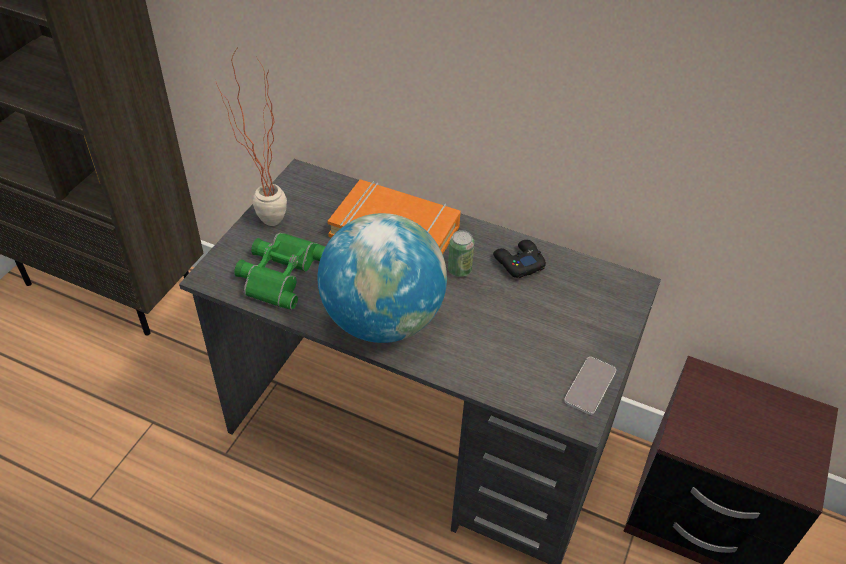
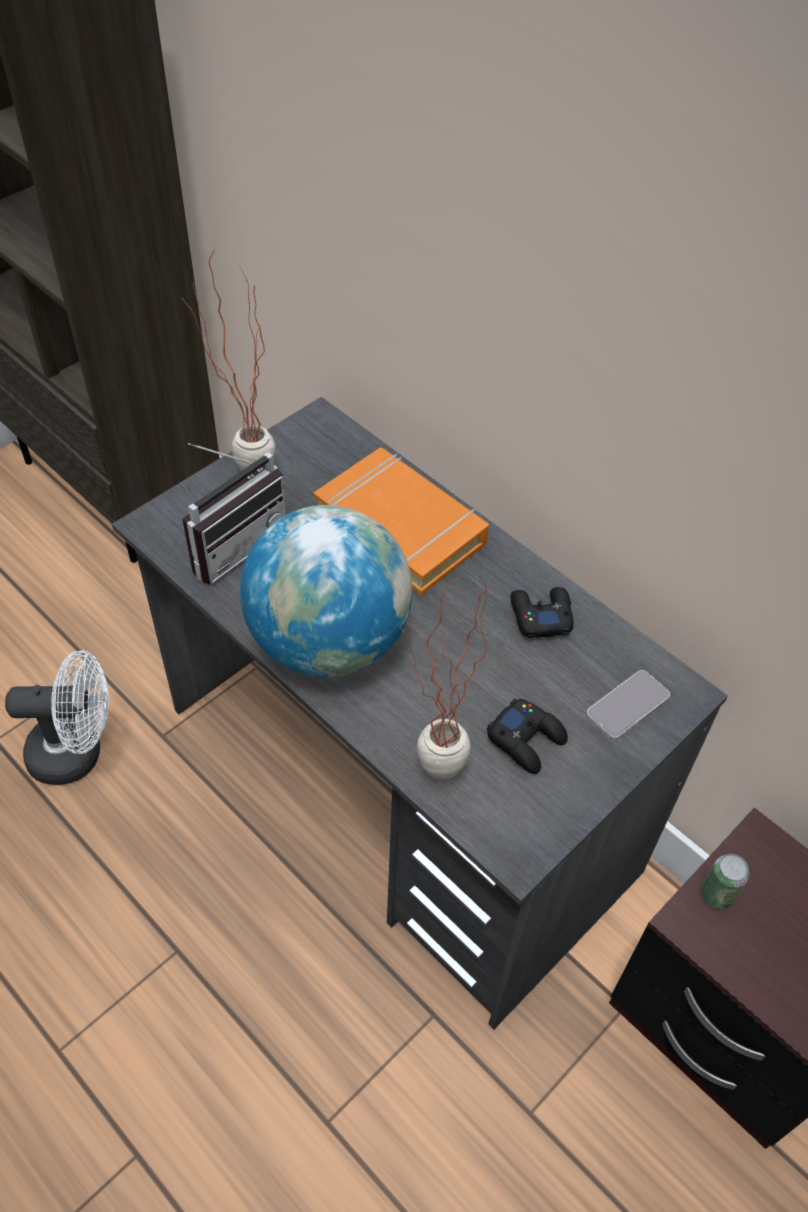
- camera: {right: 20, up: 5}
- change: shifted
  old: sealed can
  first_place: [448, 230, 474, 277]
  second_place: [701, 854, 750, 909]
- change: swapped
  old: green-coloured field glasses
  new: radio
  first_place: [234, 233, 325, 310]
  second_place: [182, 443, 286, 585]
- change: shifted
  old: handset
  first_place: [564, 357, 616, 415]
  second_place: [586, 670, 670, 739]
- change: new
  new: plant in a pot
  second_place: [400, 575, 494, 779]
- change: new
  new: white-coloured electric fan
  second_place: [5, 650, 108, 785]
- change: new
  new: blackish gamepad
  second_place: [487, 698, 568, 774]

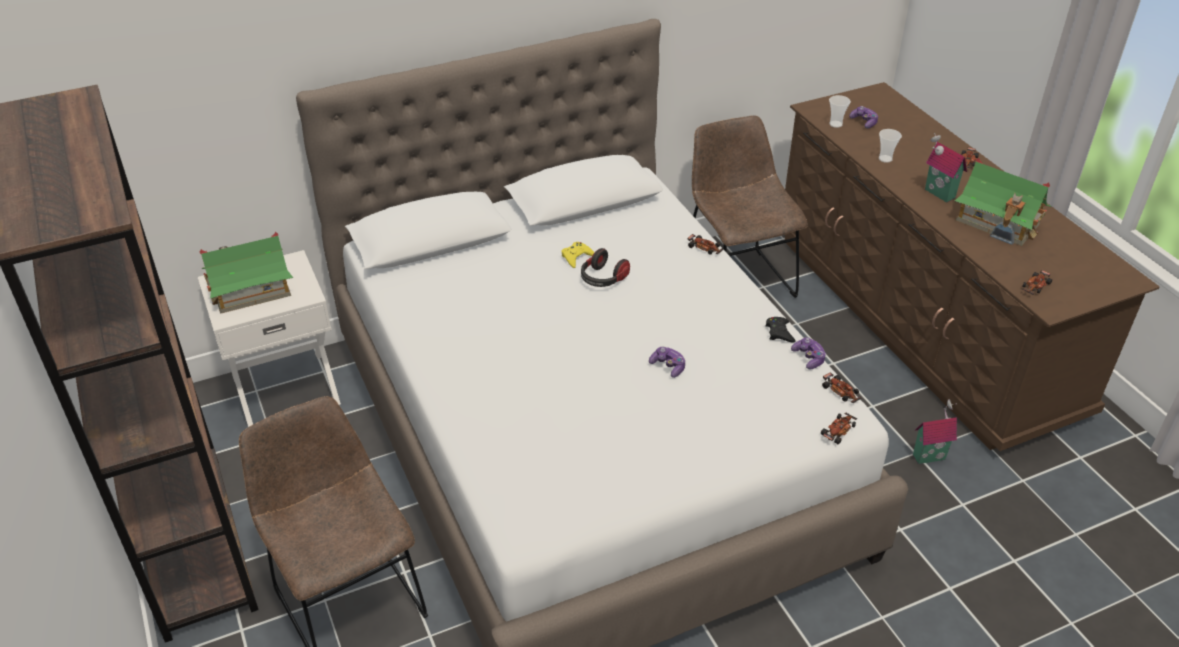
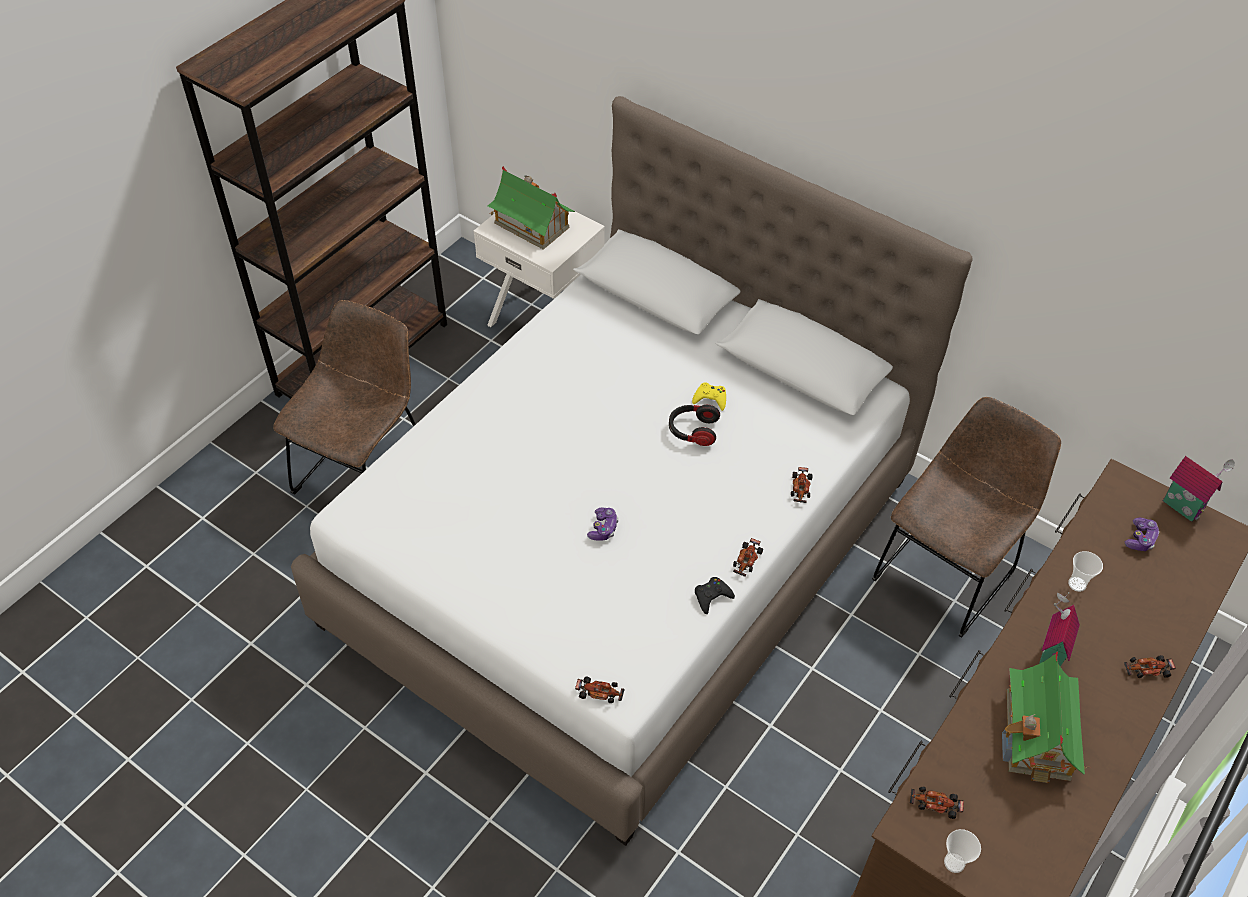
- camera: {right: 60, up: 10}
- change: shifted
  old: drinking cup
  first_place: [829, 95, 851, 128]
  second_place: [944, 829, 981, 873]
- change: gone
  old: gamepad
  first_place: [791, 337, 826, 369]
- change: shifted
  old: toy car
  first_place: [822, 372, 862, 403]
  second_place: [733, 538, 763, 577]
- change: shifted
  old: toy house
  first_place: [913, 399, 957, 464]
  second_place: [1163, 456, 1235, 522]

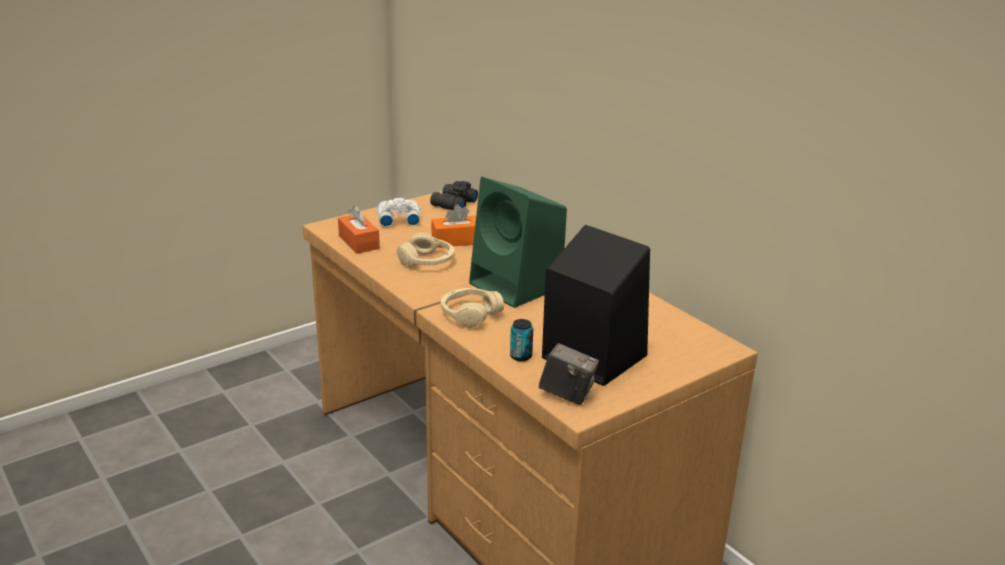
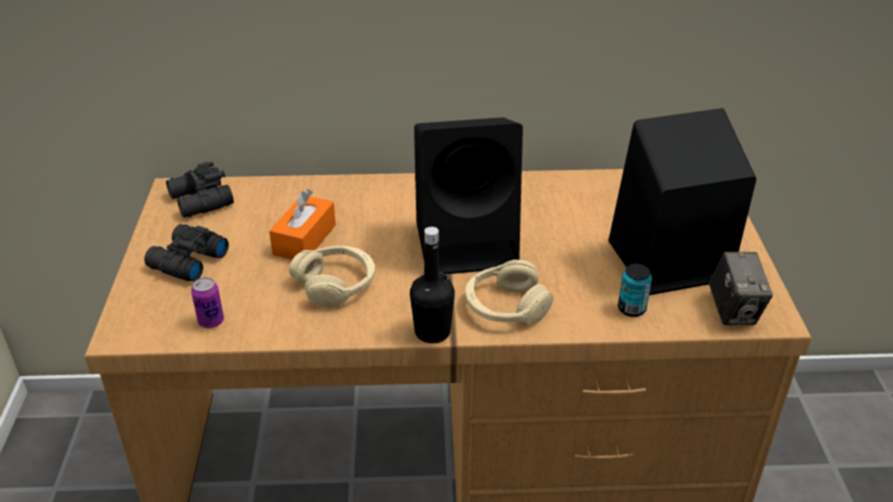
- camera: {right: -55, up: 10}
- change: repainted
  old: green-coloured speaker
  new: blackish speaker
  first_place: [469, 177, 567, 308]
  second_place: [414, 117, 523, 274]
- change: repainted
  old: white-coloured field glasses
  new: blackish field glasses
  first_place: [375, 198, 422, 227]
  second_place: [144, 224, 229, 282]
- change: swapped
  old: orange-coloured box of tissues
  new: sealed can
  first_place: [338, 205, 380, 254]
  second_place: [191, 277, 224, 328]
- change: rotated
  old: still camera
  first_place: [539, 343, 599, 405]
  second_place: [708, 252, 773, 325]
  degrees: 120
- change: new
  new: blackish drink bottle
  second_place: [410, 227, 455, 343]

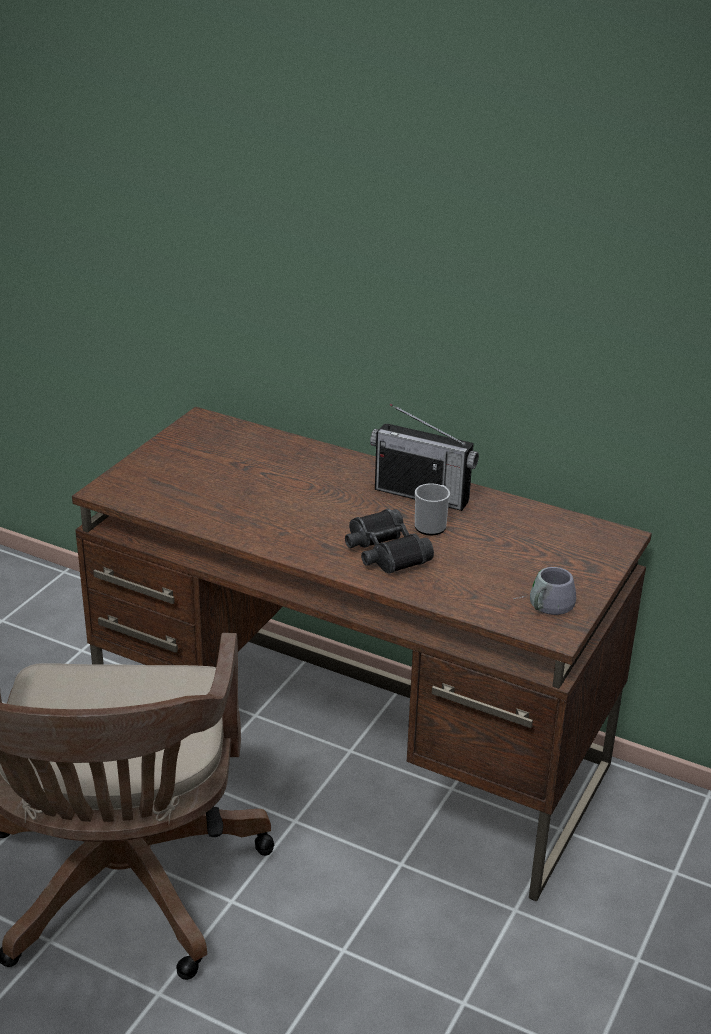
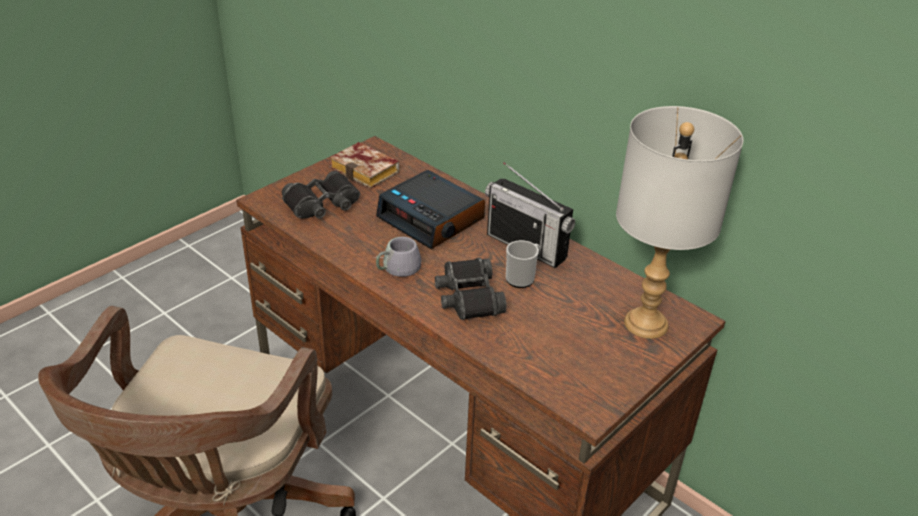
- camera: {right: 15, up: 5}
- change: shifted
  old: greyish tea mug
  first_place: [513, 567, 576, 615]
  second_place: [374, 237, 421, 277]
- change: new
  new: greyish table lamp
  second_place: [616, 106, 743, 339]
- change: new
  new: book
  second_place: [330, 142, 399, 188]
- change: new
  new: table clock
  second_place: [376, 170, 485, 249]
- change: new
  new: blackish field glasses
  second_place: [282, 171, 360, 219]

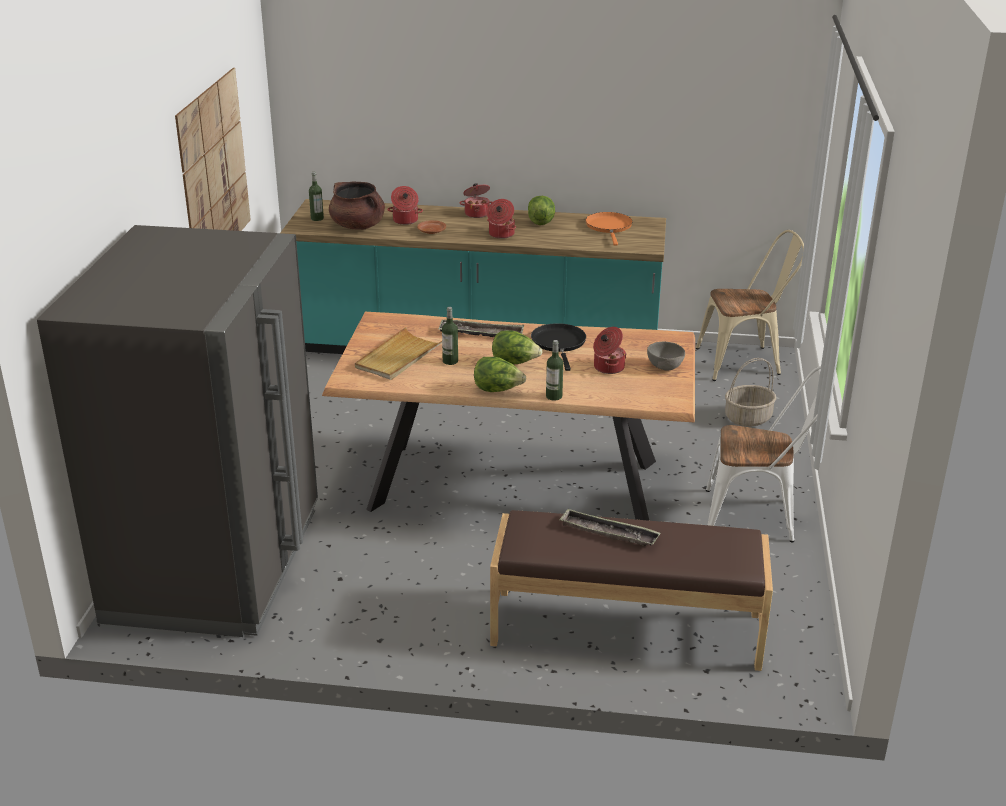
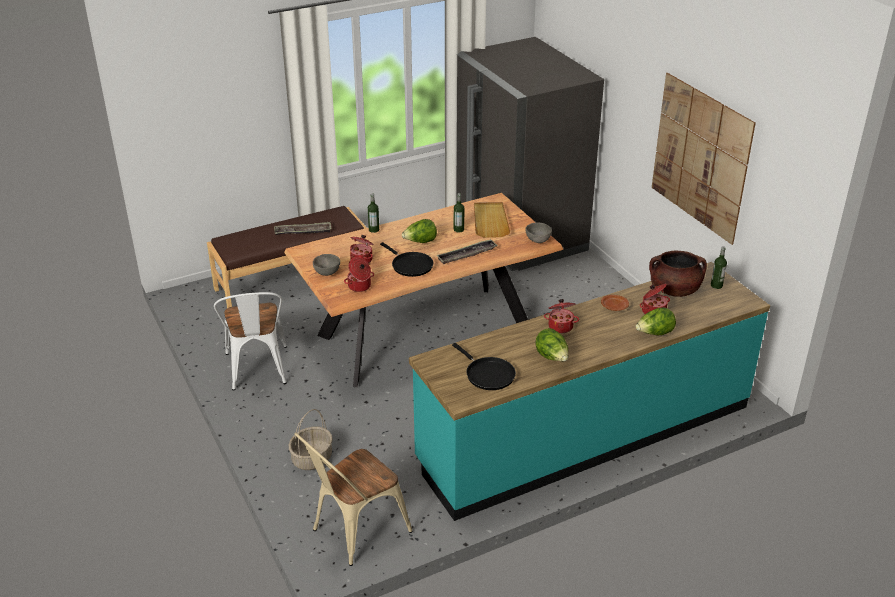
- camera: {right: 145, up: 5}
- change: shifted
  old: stockpot
  first_place: [460, 183, 492, 218]
  second_place: [344, 257, 374, 292]
- change: repainted
  old: orange-coloured skillet
  new: blackish skillet
  first_place: [585, 212, 633, 246]
  second_place: [452, 343, 516, 390]
- change: shifted
  old: lettuce head
  first_place: [474, 357, 526, 392]
  second_place: [636, 308, 676, 335]
- change: rotated
  old: white-coloured upright chair
  first_place: [706, 366, 821, 542]
  second_place: [214, 292, 287, 391]
  degrees: -75
- change: new
  new: greyish bowl
  second_place: [526, 222, 552, 243]

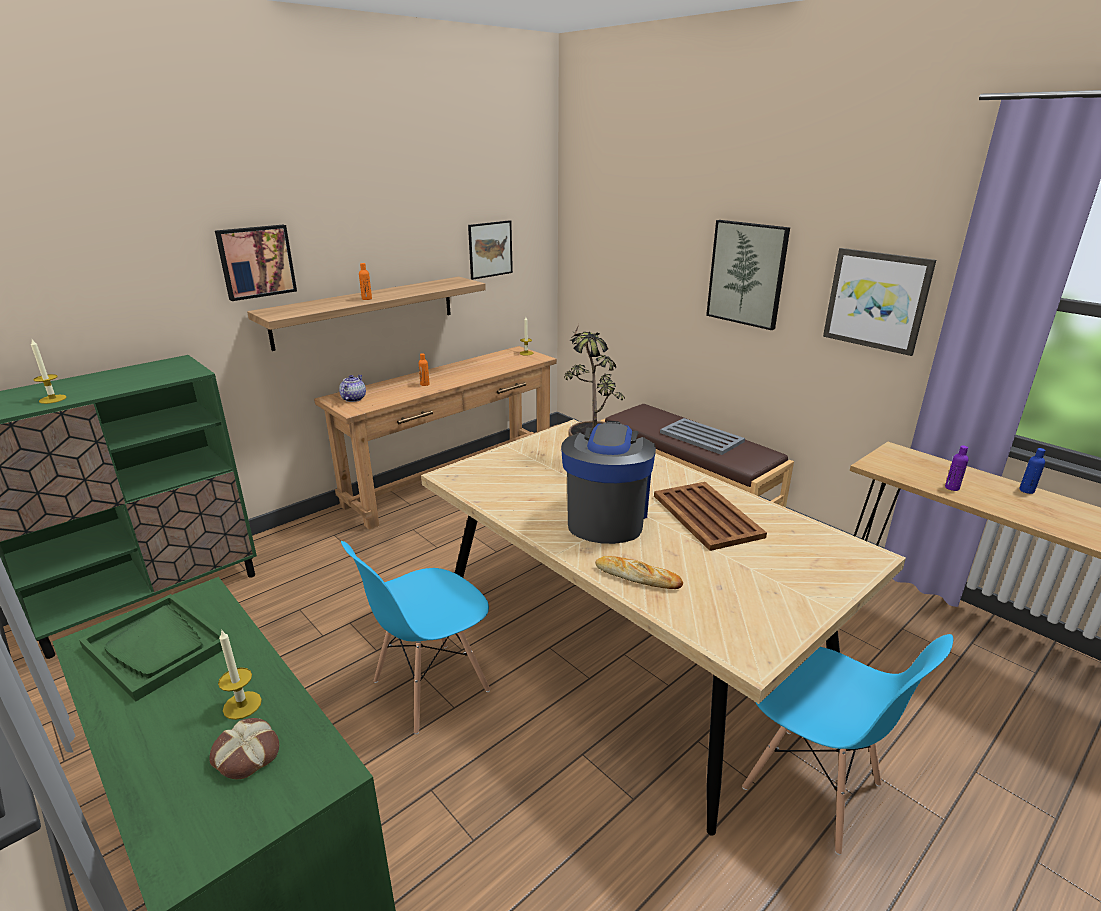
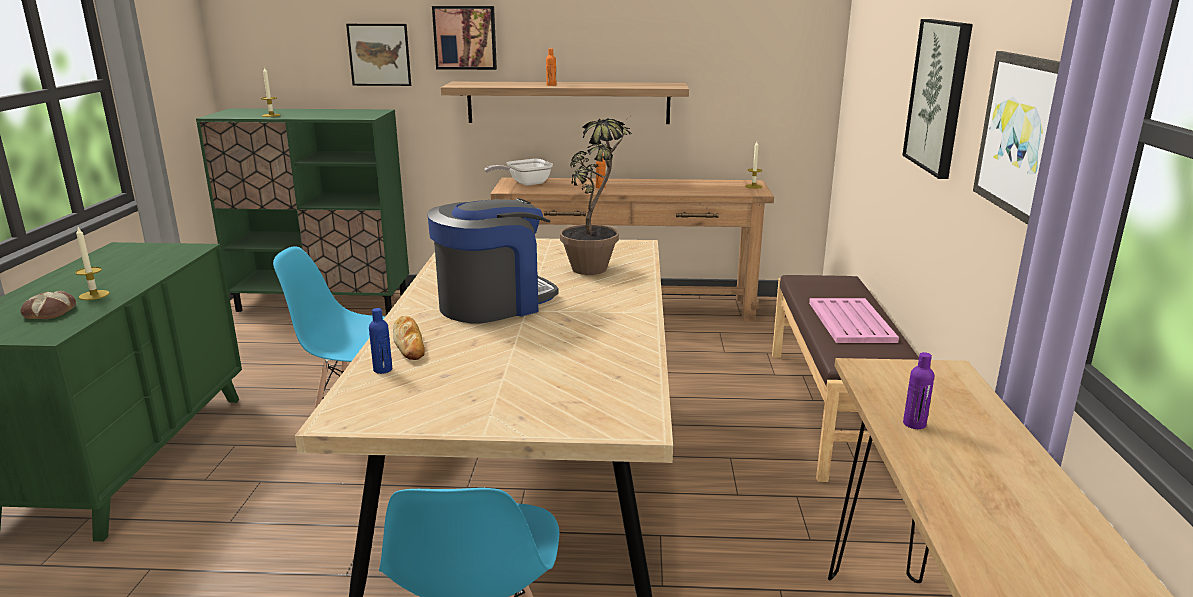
- camera: {right: 45, up: -5}
- change: shifted
  old: picture
  first_place: [468, 220, 513, 280]
  second_place: [346, 24, 411, 86]
- change: swapped
  old: teapot
  new: skillet
  first_place: [339, 375, 366, 402]
  second_place: [484, 159, 553, 186]
- change: repainted
  old: greyish tray
  new: pink tray
  first_place: [660, 418, 745, 455]
  second_place: [809, 298, 899, 343]
- change: shifted
  old: bluish drink bottle
  first_place: [1019, 448, 1045, 494]
  second_place: [369, 308, 392, 374]
- change: gone
  old: brown tray
  first_place: [654, 482, 767, 551]
- change: gone
  old: green-coloured tray
  first_place: [79, 594, 223, 702]

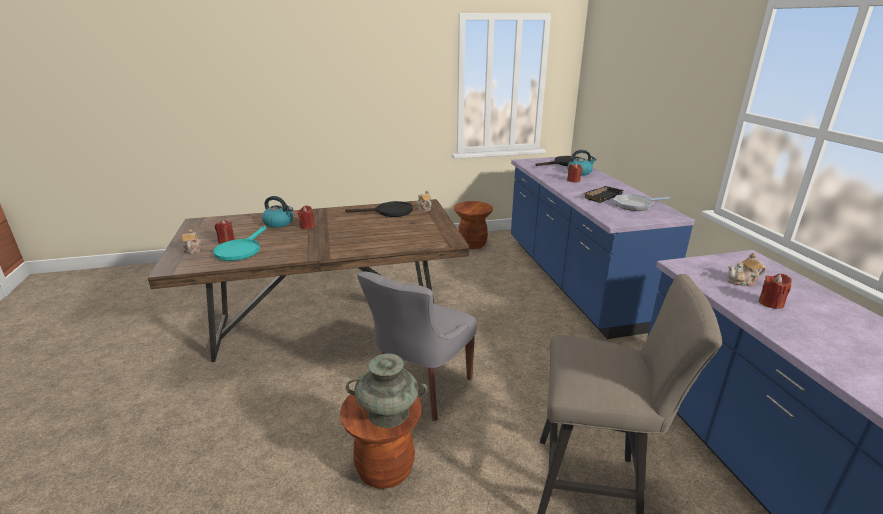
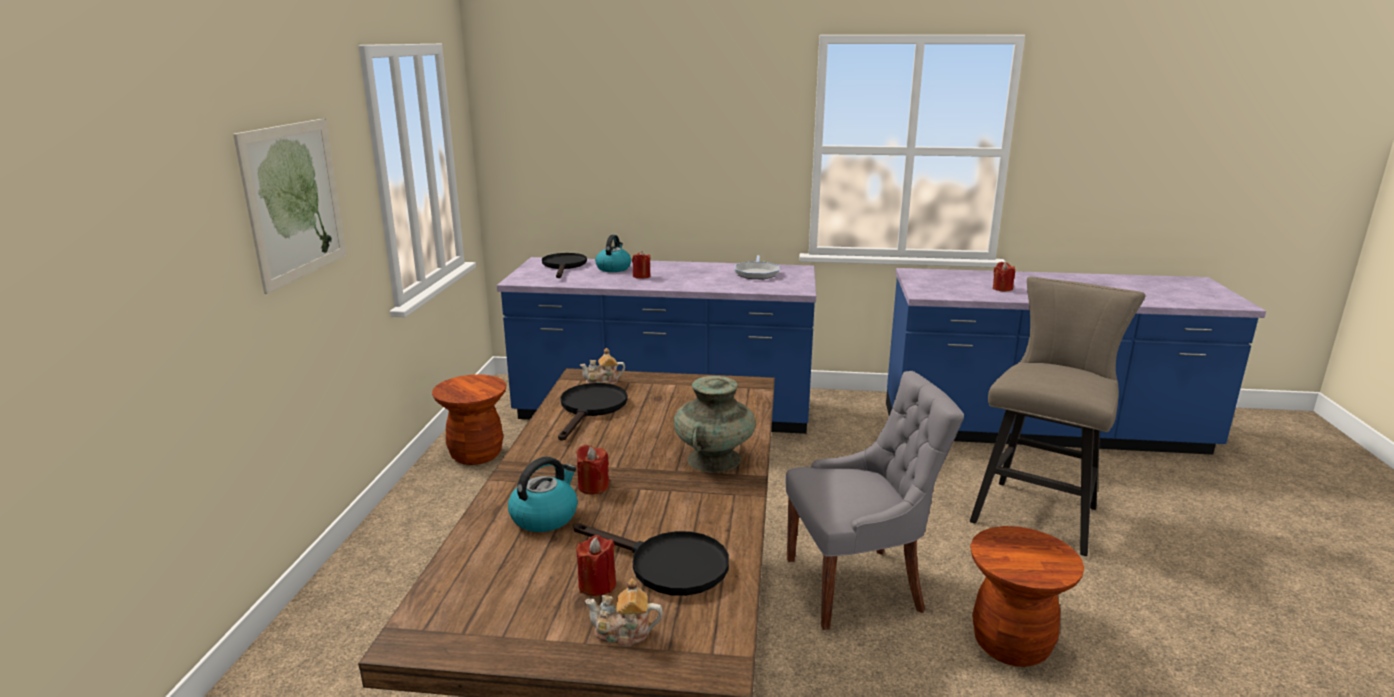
- camera: {right: -70, up: -5}
- change: gone
  old: blackish tray
  first_place: [584, 186, 624, 203]
- change: repainted
  old: blue-green skillet
  new: blackish skillet
  first_place: [213, 226, 266, 261]
  second_place: [573, 523, 729, 596]
- change: gone
  old: teapot
  first_place: [727, 253, 766, 286]
- change: rotated
  old: greyish upright chair
  first_place: [357, 271, 477, 421]
  second_place: [785, 371, 964, 630]
  degrees: -60
- change: shifted
  old: blue-green flower vase
  first_place: [346, 353, 428, 428]
  second_place: [674, 376, 756, 473]
- change: new
  new: picture
  second_place: [233, 119, 346, 294]

